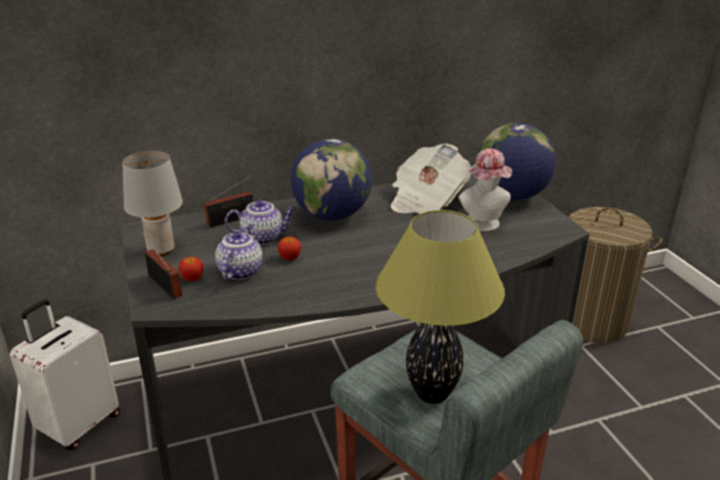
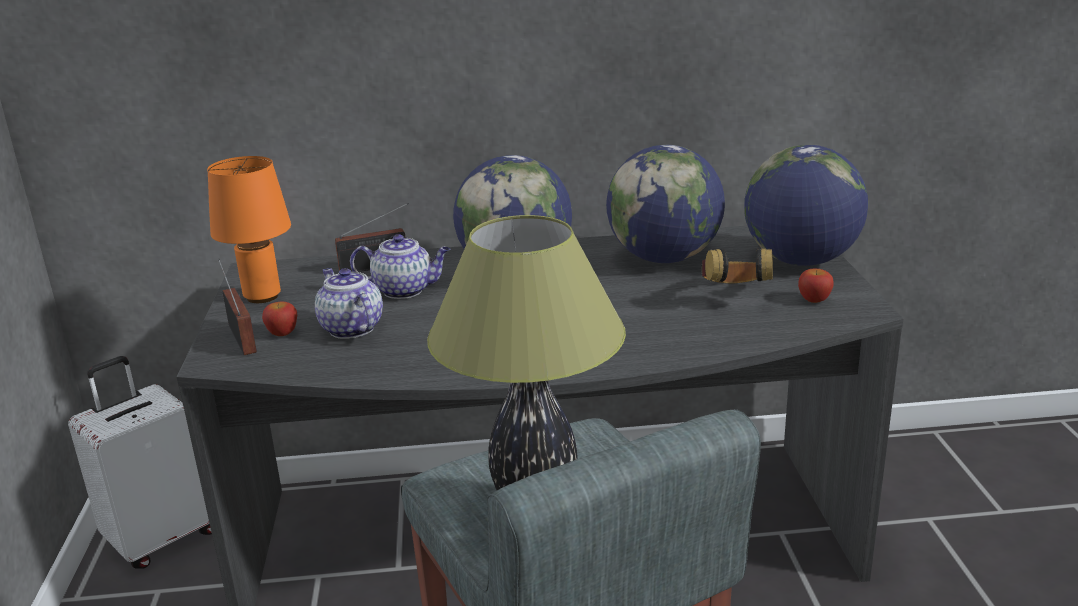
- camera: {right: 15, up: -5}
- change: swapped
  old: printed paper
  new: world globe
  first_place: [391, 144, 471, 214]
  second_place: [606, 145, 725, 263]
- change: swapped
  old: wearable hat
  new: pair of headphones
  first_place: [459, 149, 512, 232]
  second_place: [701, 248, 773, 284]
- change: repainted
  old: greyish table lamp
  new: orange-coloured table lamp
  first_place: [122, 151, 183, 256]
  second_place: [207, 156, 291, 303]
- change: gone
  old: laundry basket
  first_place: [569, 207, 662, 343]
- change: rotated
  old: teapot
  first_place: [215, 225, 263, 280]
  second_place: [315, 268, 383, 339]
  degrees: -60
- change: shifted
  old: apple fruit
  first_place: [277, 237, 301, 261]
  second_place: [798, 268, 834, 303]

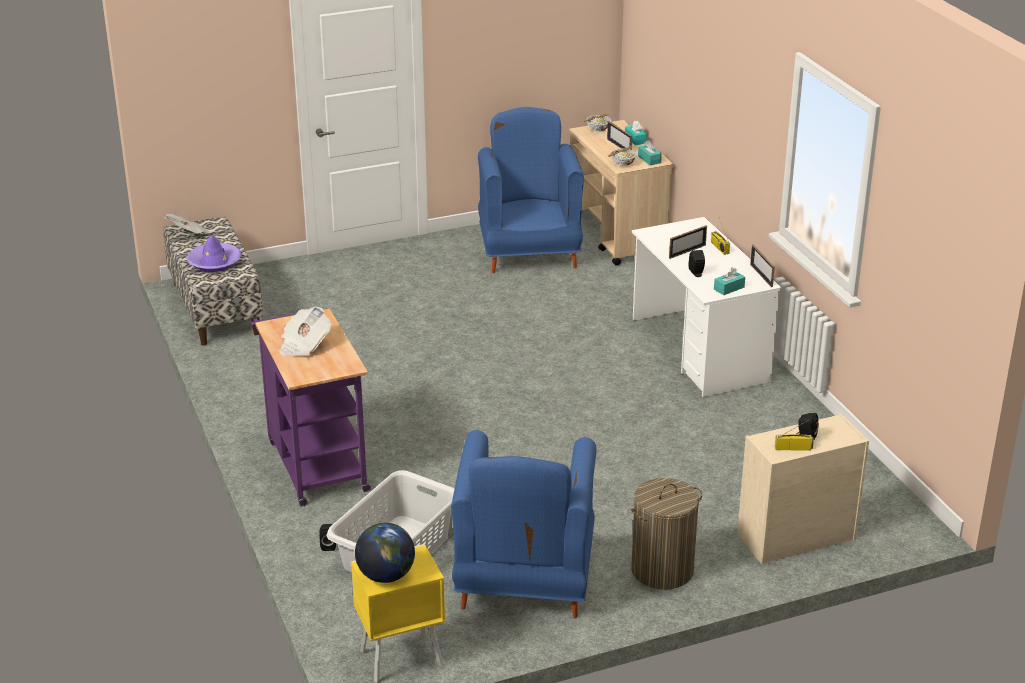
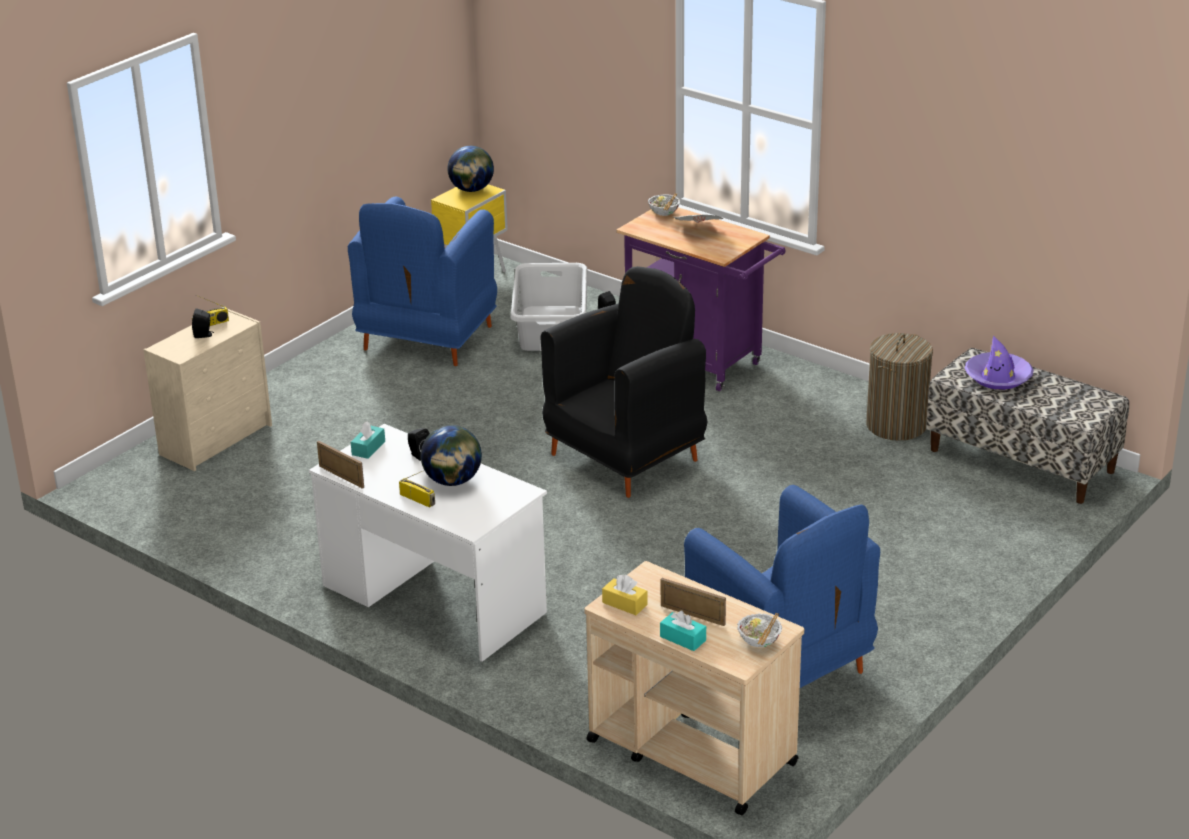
- camera: {right: 150, up: 0}
- change: repainted
  old: blue-green box of tissues
  new: yellowish box of tissues
  first_place: [638, 140, 662, 165]
  second_place: [602, 574, 648, 615]
- change: shifted
  old: bowl
  first_place: [608, 147, 637, 166]
  second_place: [648, 193, 680, 216]
- change: gone
  old: printed paper
  first_place: [164, 214, 212, 234]
- change: swapped
  old: photo frame
  new: world globe
  first_place: [669, 225, 707, 259]
  second_place: [421, 425, 482, 486]
- change: rotated
  old: bluish easy chair
  first_place: [451, 430, 597, 618]
  second_place: [348, 197, 497, 366]
  degrees: -135
- change: shifted
  old: laundry basket
  first_place: [631, 478, 702, 590]
  second_place: [866, 333, 933, 441]
- change: new
  new: blackish easy chair
  second_place: [540, 266, 707, 498]

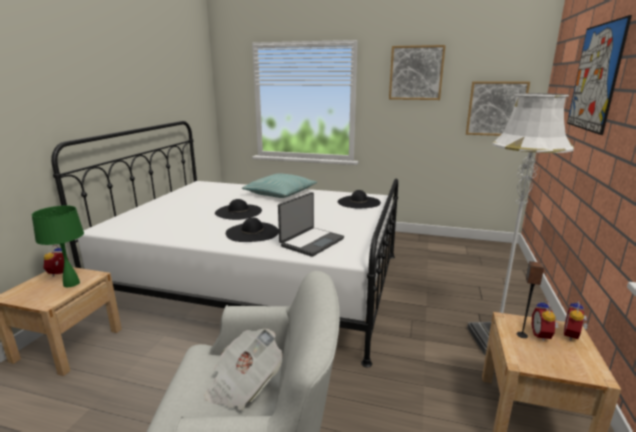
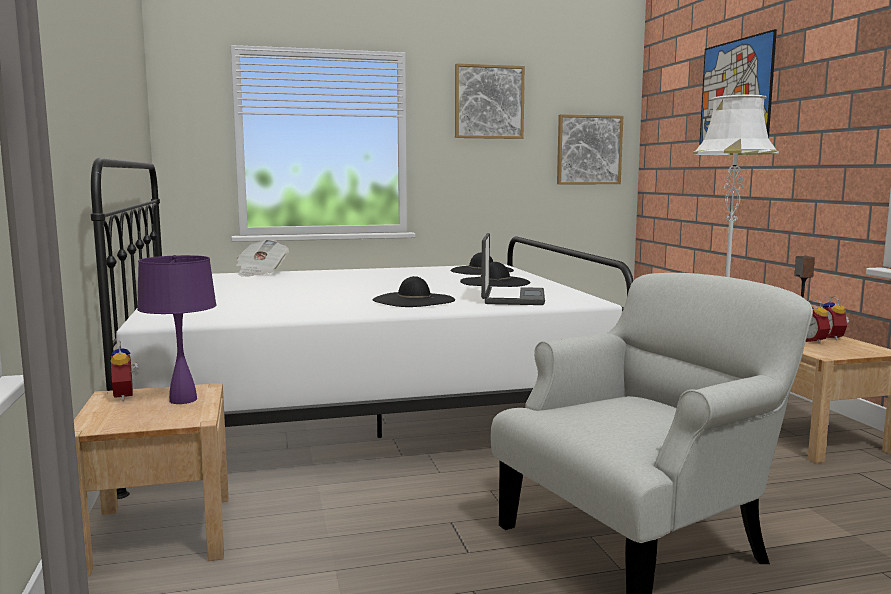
- camera: {right: -30, up: -10}
- change: gone
  old: pillow
  first_place: [242, 173, 317, 198]
- change: shifted
  old: blackish wearable hat
  first_place: [215, 199, 262, 220]
  second_place: [460, 262, 531, 287]
- change: repainted
  old: green-coloured table lamp
  new: purplish table lamp
  first_place: [32, 206, 84, 287]
  second_place: [137, 255, 217, 404]
- change: shifted
  old: printed paper
  first_place: [205, 329, 282, 410]
  second_place: [236, 240, 289, 277]

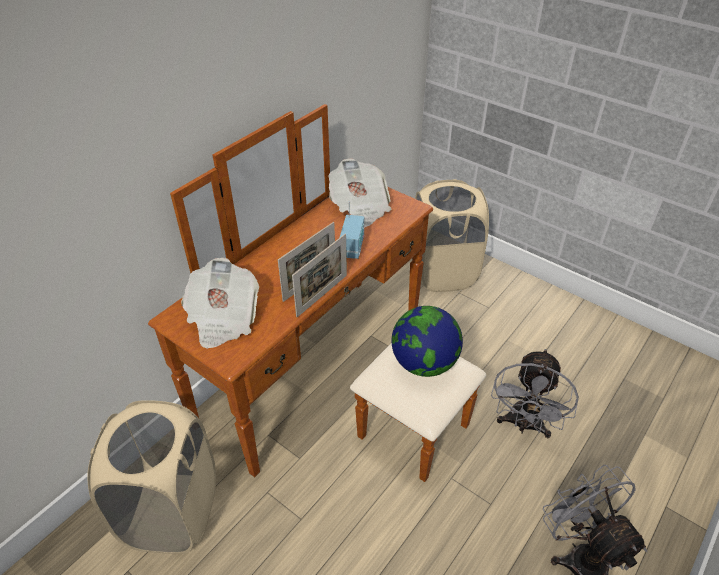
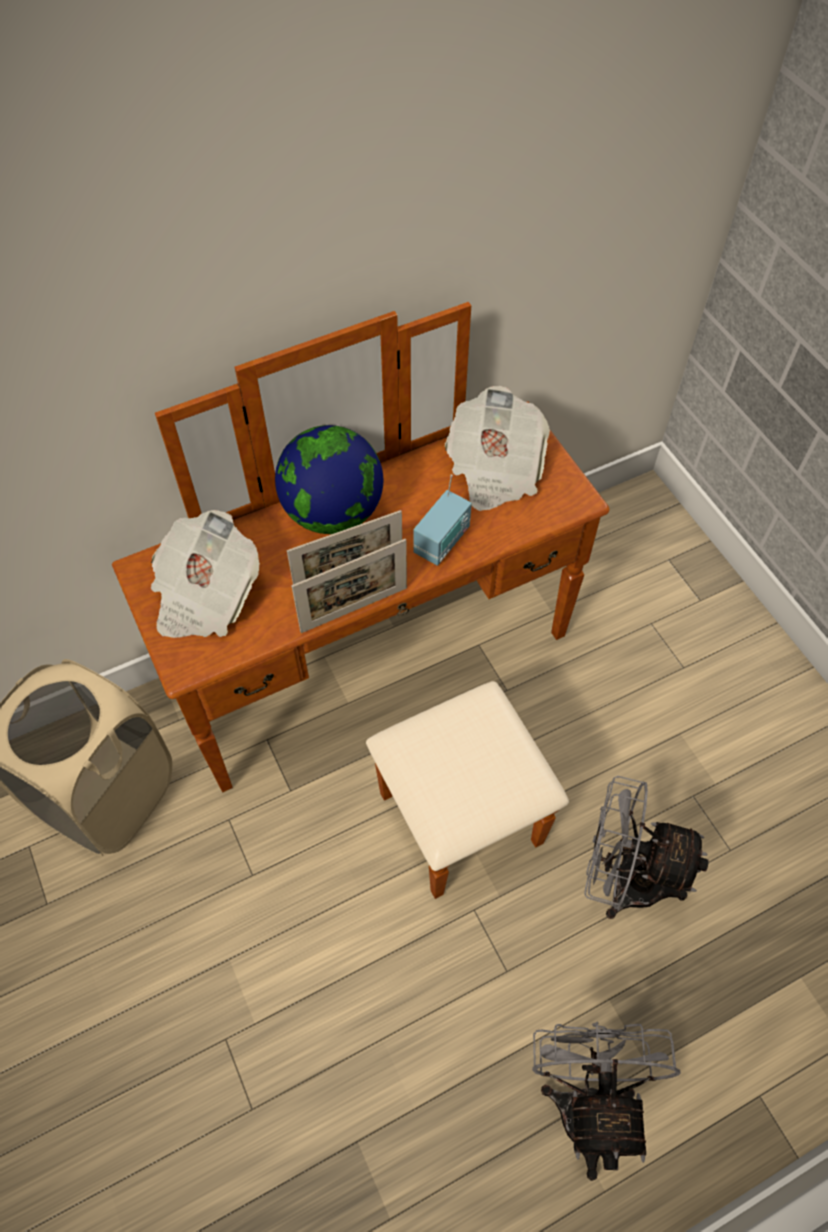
- camera: {right: 25, up: 15}
- change: gone
  old: beige-coloured laundry basket
  first_place: [412, 179, 489, 292]
- change: shifted
  old: world globe
  first_place: [392, 306, 463, 377]
  second_place: [275, 425, 383, 534]
- change: rotated
  old: greyish electric fan
  first_place: [491, 349, 579, 438]
  second_place: [584, 776, 709, 919]
  degrees: 60

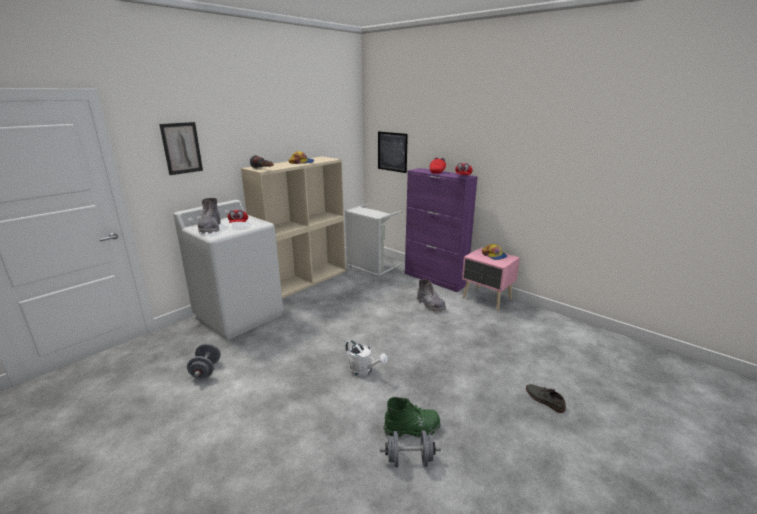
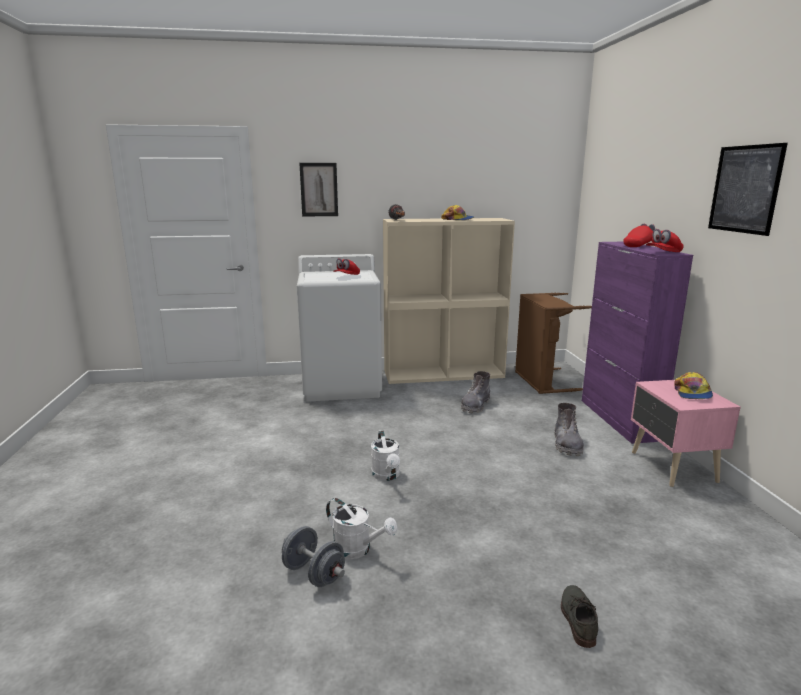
- camera: {right: 40, up: -5}
- change: shifted
  old: picture
  first_place: [378, 132, 408, 173]
  second_place: [708, 143, 788, 236]
- change: shifted
  old: greyish high-top boot
  first_place: [198, 198, 221, 234]
  second_place: [461, 371, 490, 413]
- change: repainted
  old: greyish laundry basket
  new: brown laundry basket
  first_place: [345, 204, 402, 277]
  second_place: [515, 293, 592, 394]
- change: gone
  old: greyish hand weight
  first_place: [187, 343, 221, 379]
- change: swapped
  old: green-coloured high-top boot
  new: white-coloured watering pot
  first_place: [383, 397, 441, 438]
  second_place: [326, 498, 398, 559]

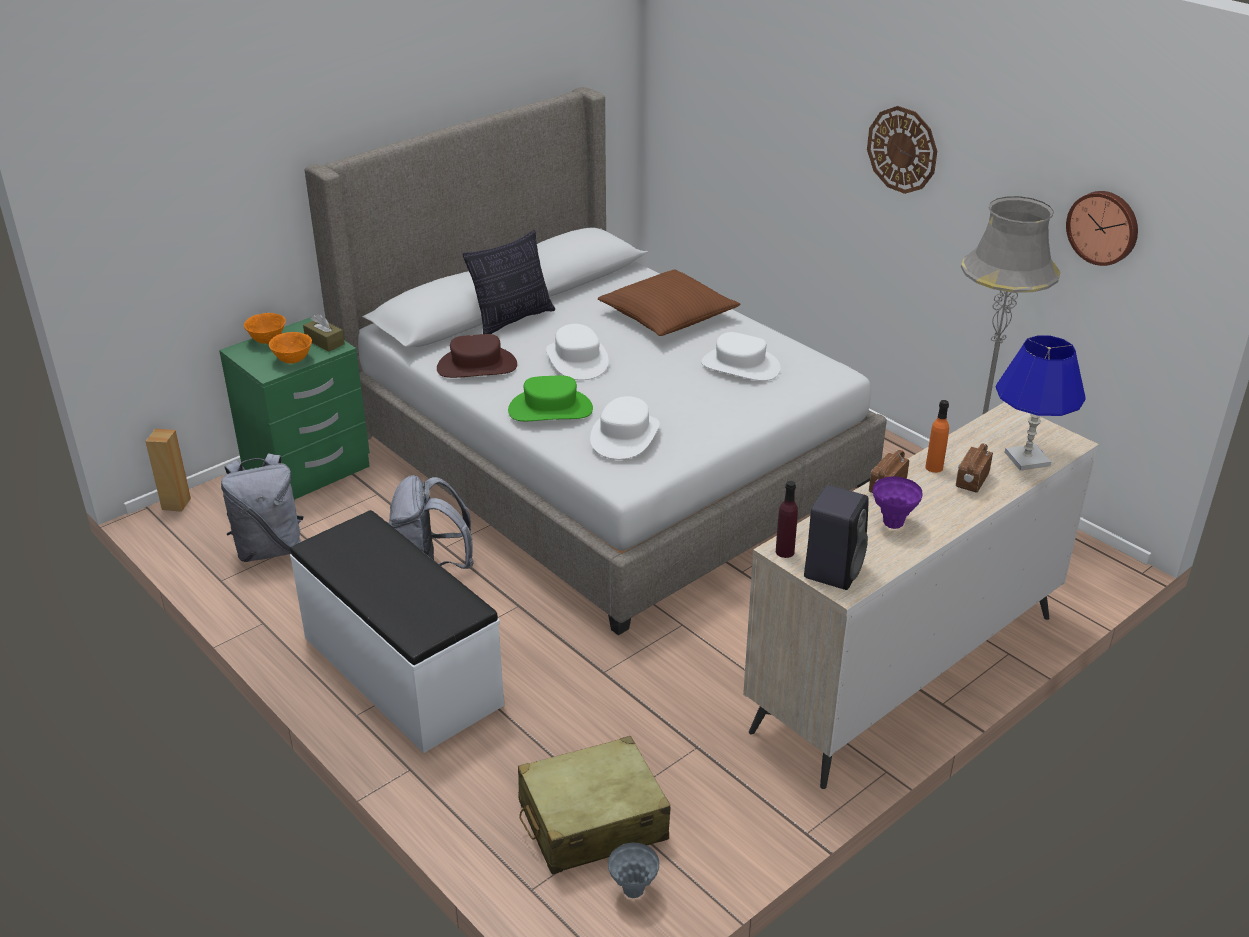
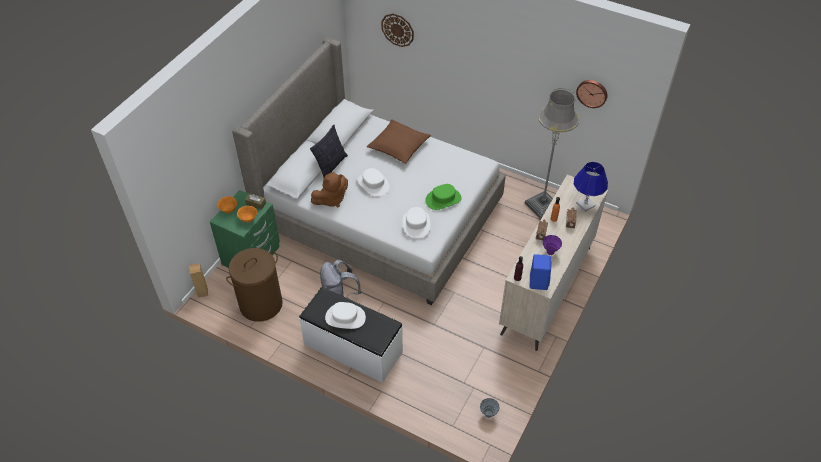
- camera: {right: -20, up: 15}
- change: shifted
  old: clock on the wall
  first_place: [867, 106, 937, 194]
  second_place: [381, 14, 414, 47]
- change: shifted
  old: white-coloured wearable hat
  first_place: [701, 332, 780, 381]
  second_place: [325, 302, 366, 329]
- change: swapped
  old: brown wearable hat
  new: brown plush toy
  first_place: [437, 334, 517, 378]
  second_place: [311, 172, 348, 207]
- change: shifted
  old: green-coloured wearable hat
  first_place: [508, 376, 593, 421]
  second_place: [425, 184, 461, 210]
- change: swapped
  old: greyish knapsack
  new: brown laundry basket
  first_place: [221, 453, 304, 562]
  second_place: [226, 248, 283, 322]
- change: repainted
  old: blackish speaker
  new: bluish speaker
  first_place: [804, 485, 869, 590]
  second_place: [530, 254, 551, 290]
- change: gone
  old: beige-coloured piece of luggage
  first_place: [518, 736, 671, 875]

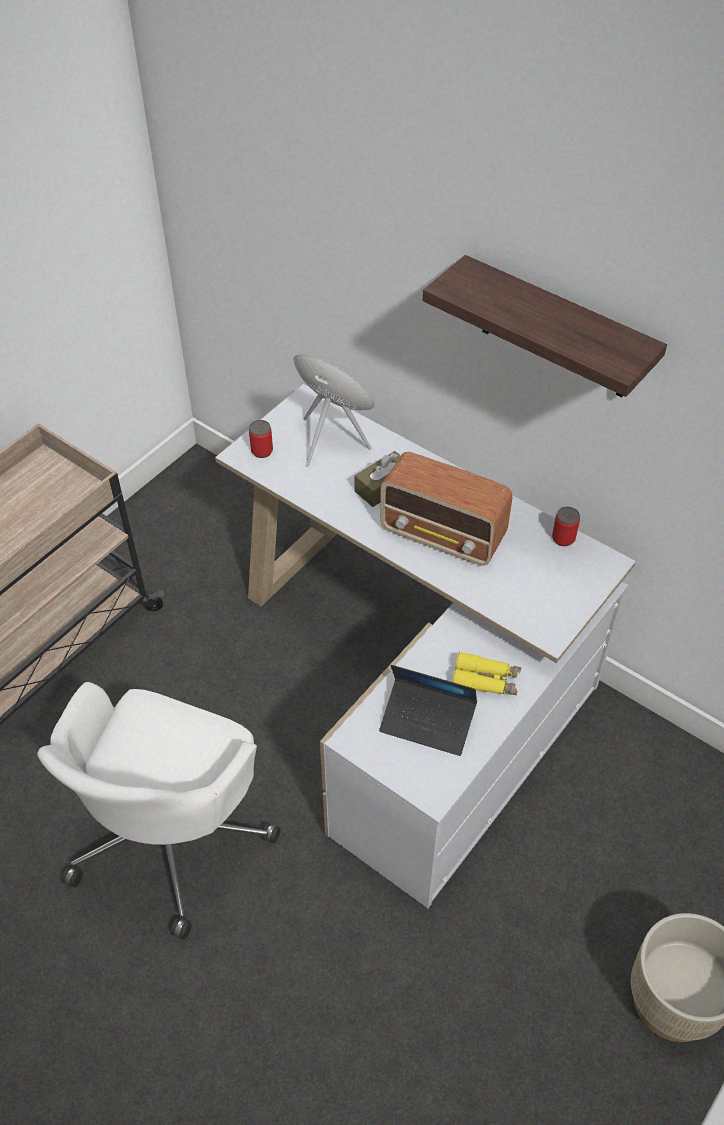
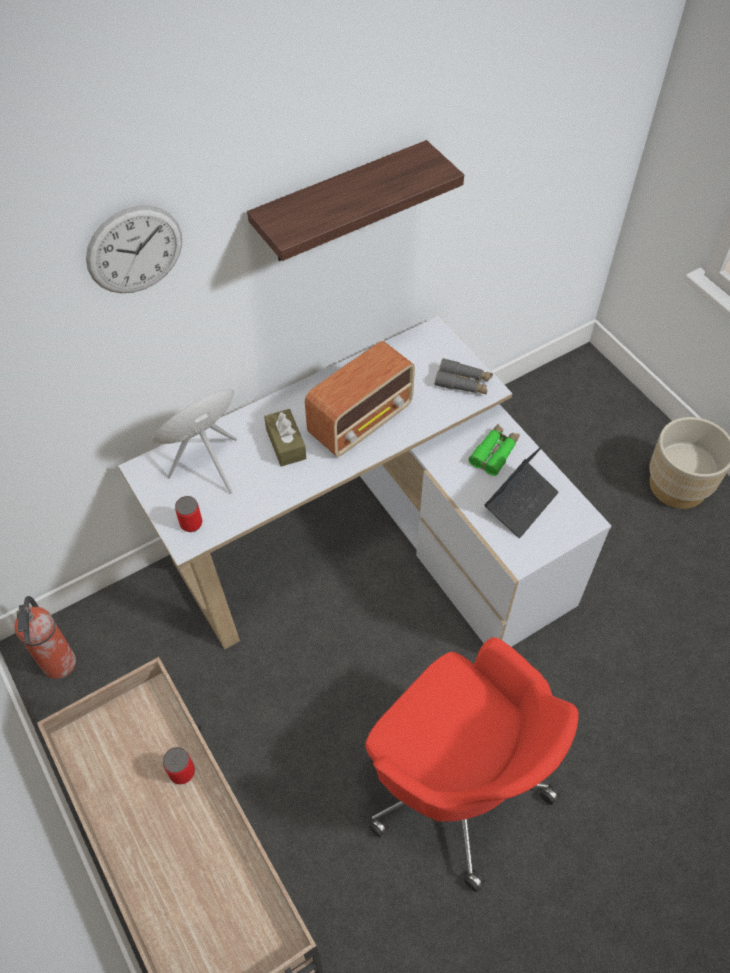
- camera: {right: -70, up: 5}
- change: shifted
  old: sealed can
  first_place: [552, 507, 580, 546]
  second_place: [163, 747, 195, 784]
- change: repainted
  old: yellowish field glasses
  new: green-coloured field glasses
  first_place: [452, 652, 521, 695]
  second_place: [469, 424, 520, 476]
- change: repainted
  old: white-coloured desk chair
  new: reddish desk chair
  first_place: [37, 682, 281, 940]
  second_place: [365, 637, 579, 892]
- change: new
  new: clock on the wall
  second_place: [86, 206, 182, 293]
- change: new
  new: greyish field glasses
  second_place: [435, 358, 493, 394]
- change: new
  new: extinguisher
  second_place: [14, 596, 76, 679]

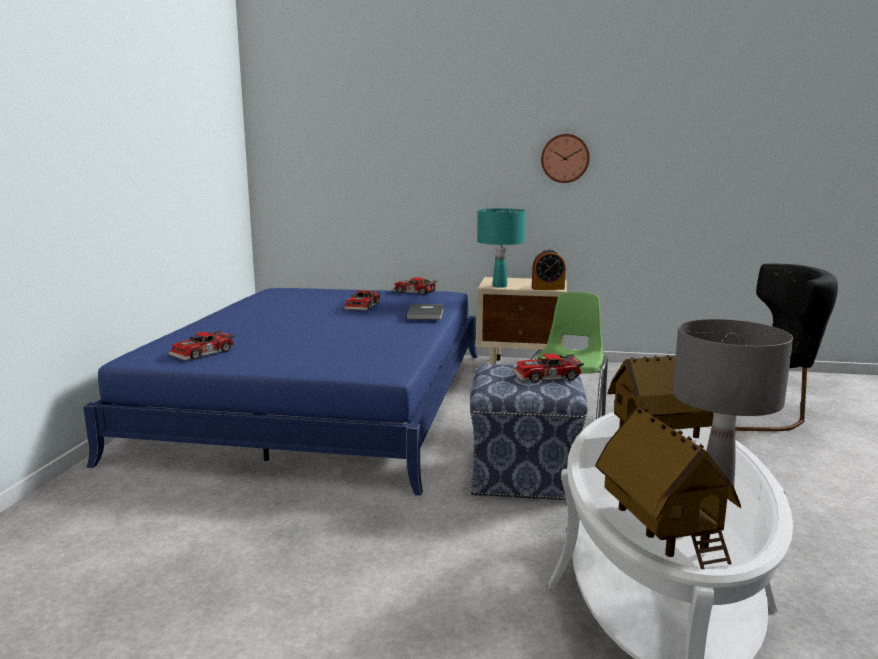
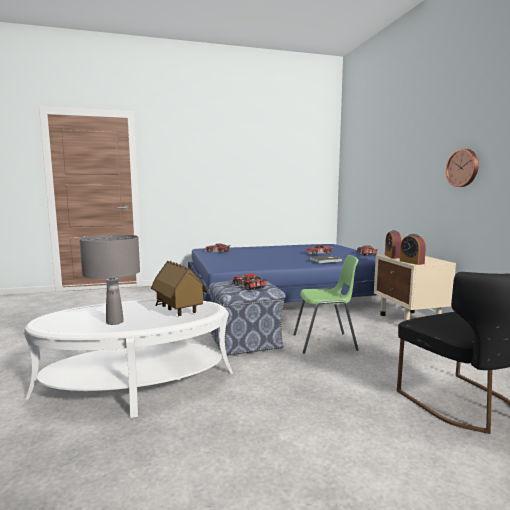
- camera: {right: 65, up: -5}
- change: swapped
  old: blue-green table lamp
  new: table clock
  first_place: [477, 208, 526, 288]
  second_place: [385, 230, 402, 258]
- change: gone
  old: toy house
  first_place: [595, 406, 741, 570]

